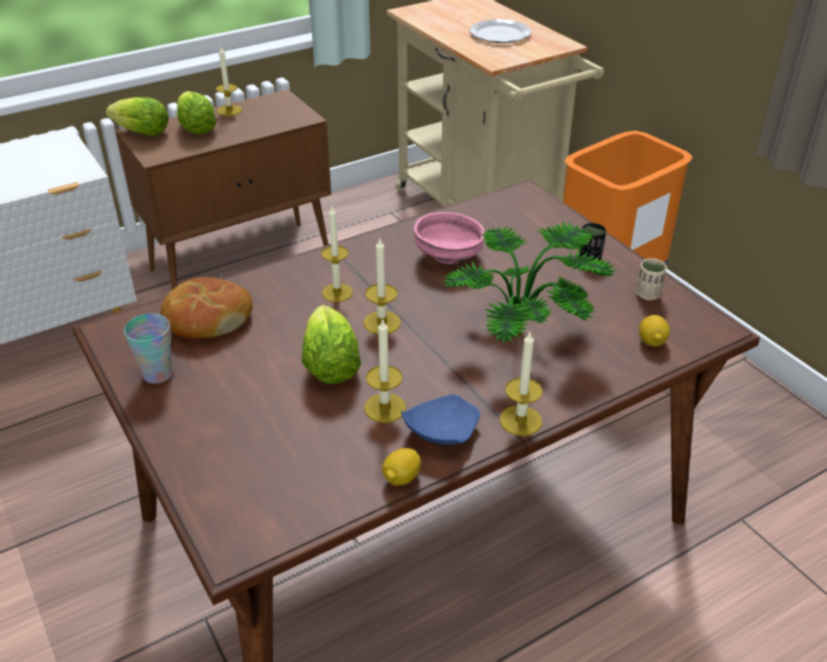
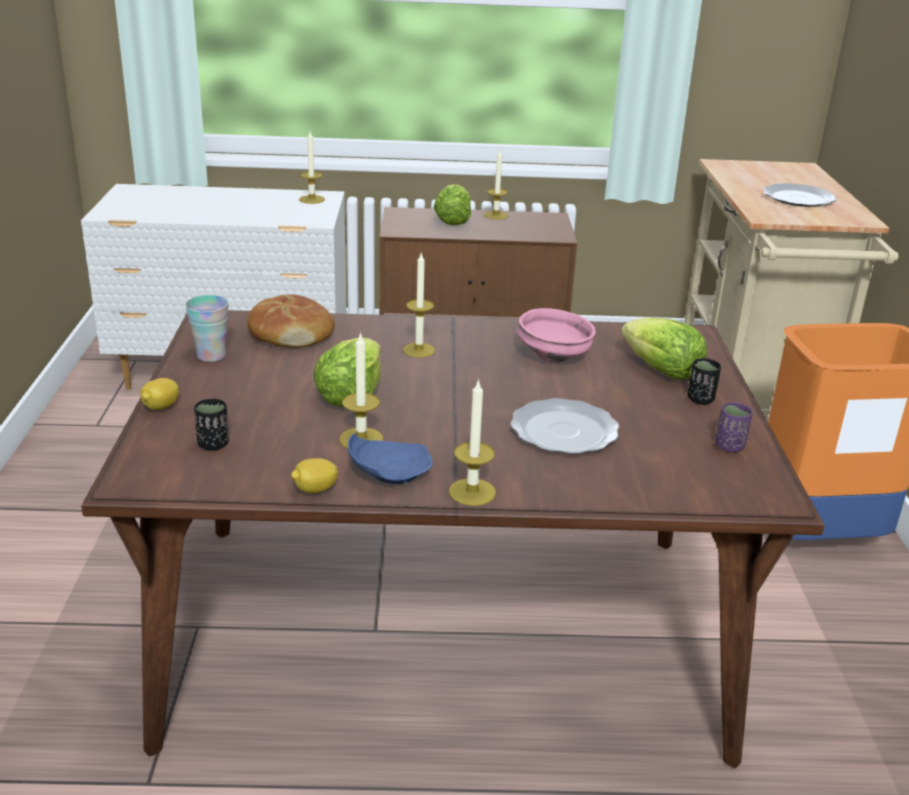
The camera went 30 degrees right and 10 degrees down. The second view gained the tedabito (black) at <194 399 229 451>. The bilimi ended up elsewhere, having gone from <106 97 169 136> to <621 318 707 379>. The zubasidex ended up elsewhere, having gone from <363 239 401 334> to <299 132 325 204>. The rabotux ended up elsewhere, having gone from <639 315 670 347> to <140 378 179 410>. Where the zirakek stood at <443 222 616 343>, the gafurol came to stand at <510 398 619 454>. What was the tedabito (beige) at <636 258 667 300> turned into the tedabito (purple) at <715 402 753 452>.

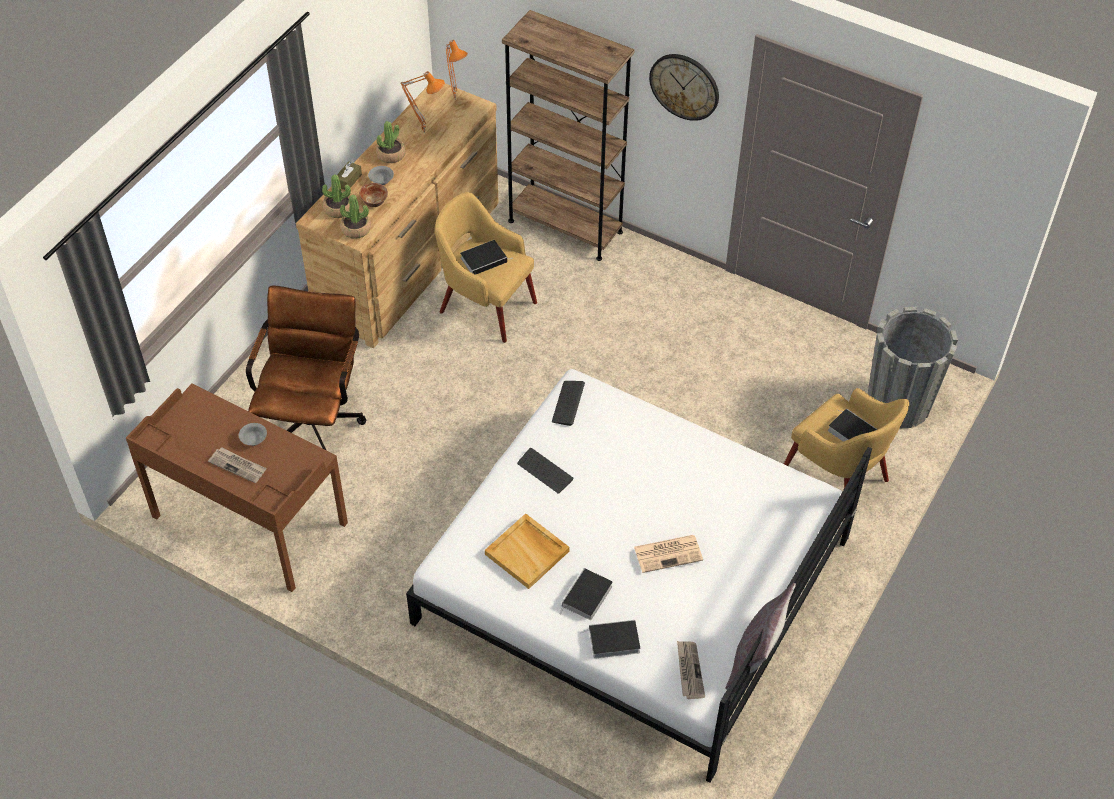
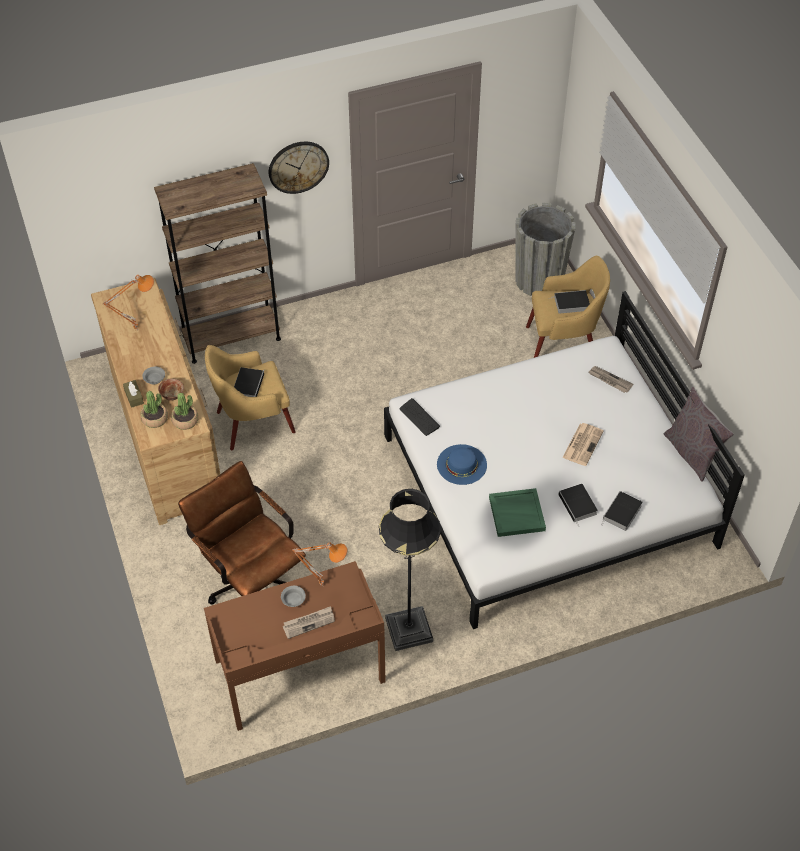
The camera went 50 degrees left and 0 degrees up. The second view lost the zirakek at <376 121 405 163>. The second view gained the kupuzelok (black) at <379 489 441 651>. The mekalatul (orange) ended up elsewhere, having gone from <446 40 468 100> to <292 543 348 586>. The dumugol ended up elsewhere, having gone from <677 641 705 699> to <589 366 633 393>. Where the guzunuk stood at <517 448 574 494>, the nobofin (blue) came to stand at <437 444 487 485>. What was the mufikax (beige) at <485 513 569 589> turned into the mufikax (green) at <489 488 546 537>.

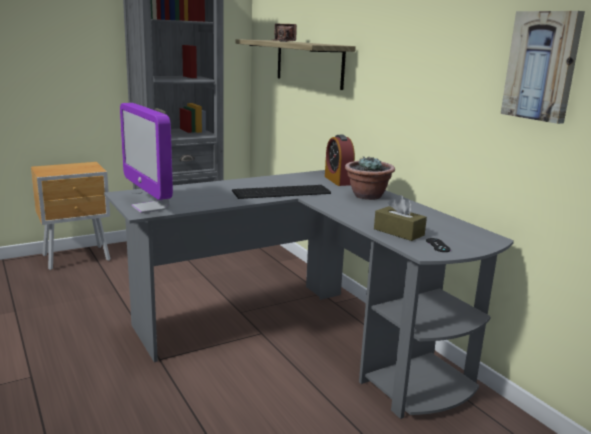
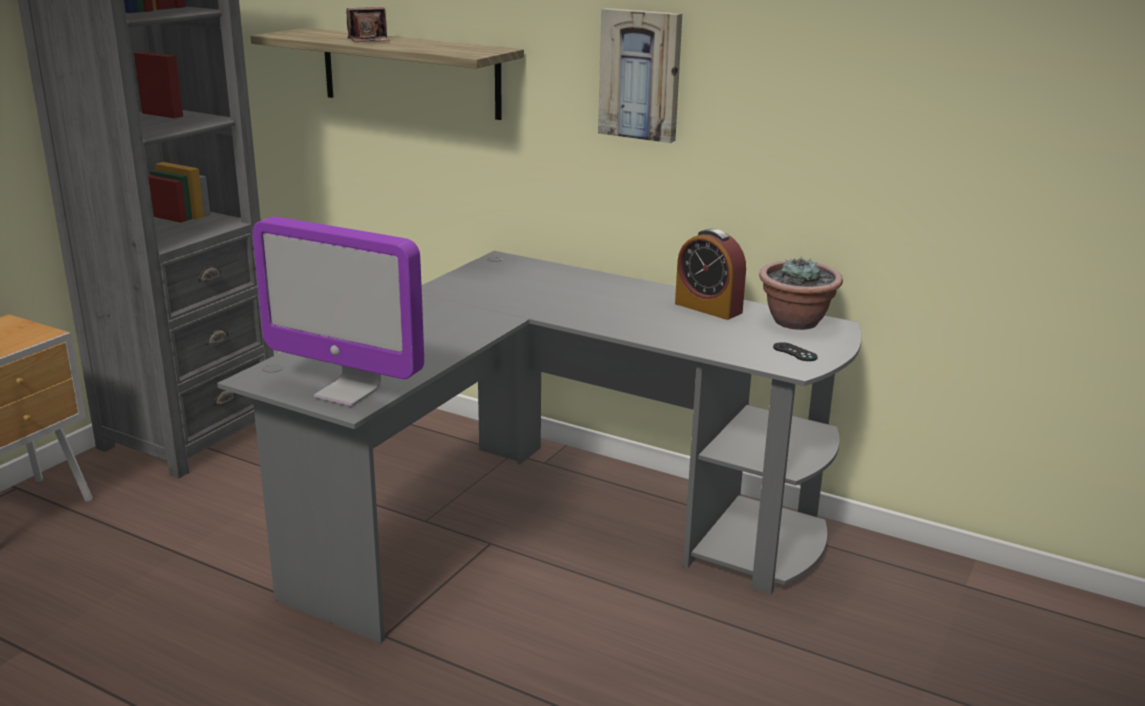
The camera went 30 degrees left and 5 degrees up. The second view lost the guzunuk at <232 185 331 199>. The second view lost the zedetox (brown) at <374 195 427 241>. The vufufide ended up elsewhere, having gone from <325 135 355 186> to <675 228 746 320>. The zirakek ended up elsewhere, having gone from <345 156 395 200> to <759 258 843 330>. The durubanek ended up elsewhere, having gone from <501 11 585 124> to <598 8 682 143>.

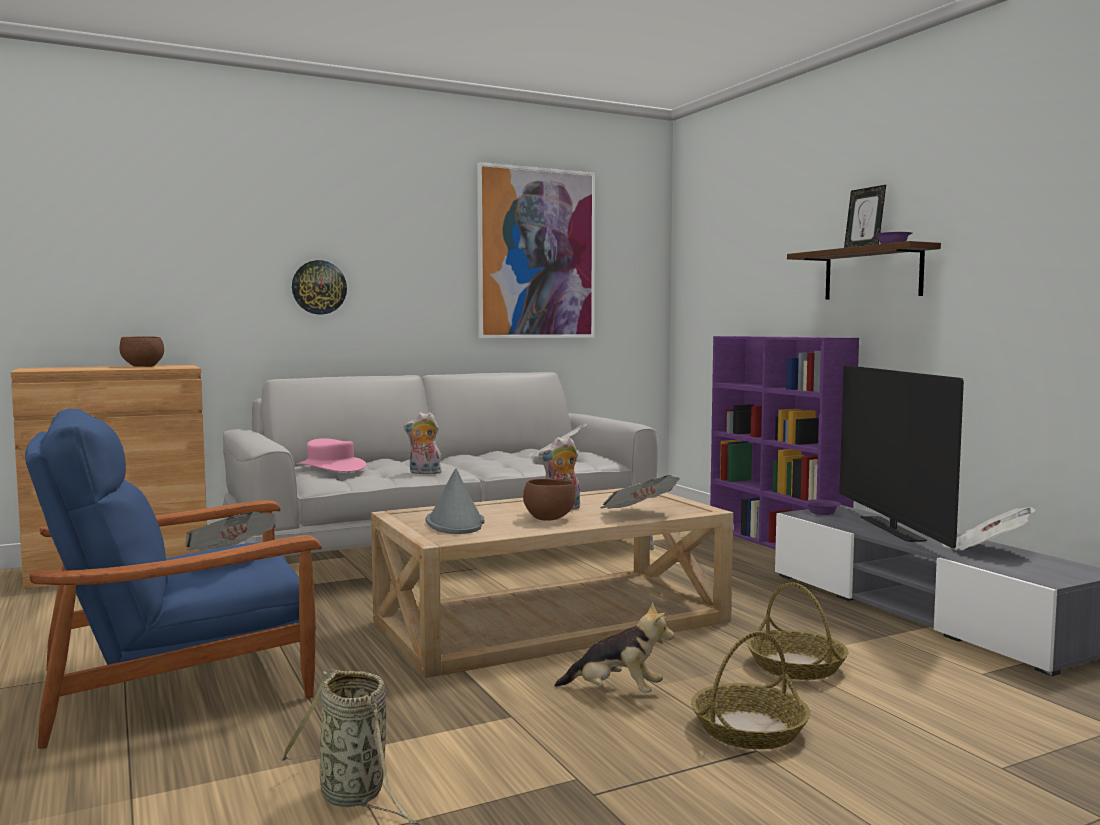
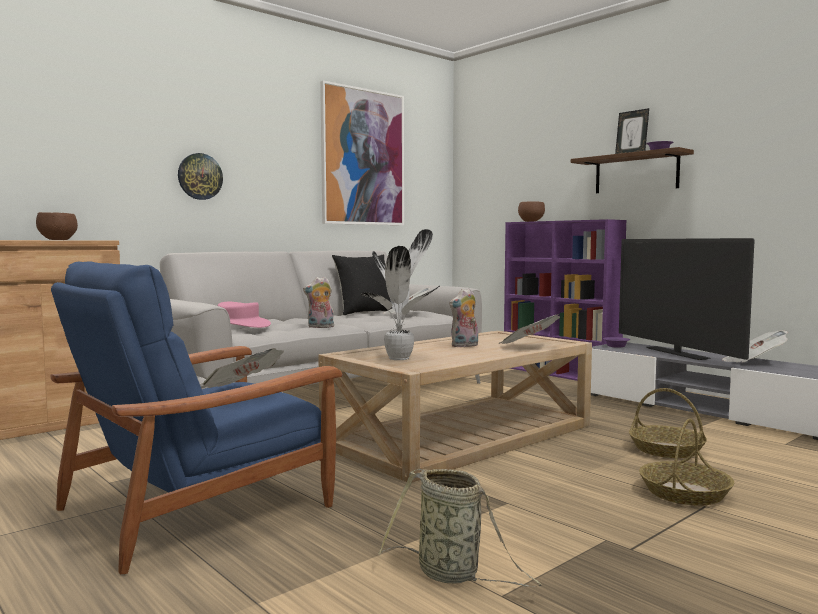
The camera went 15 degrees left and 0 degrees up. The second view lost the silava at <554 603 674 693>. The second view gained the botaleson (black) at <332 254 392 315>. The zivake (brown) ended up elsewhere, having gone from <523 479 576 520> to <518 202 545 222>. Where the nobofin (grey) stood at <426 469 484 534>, the zirakek came to stand at <360 229 440 360>.

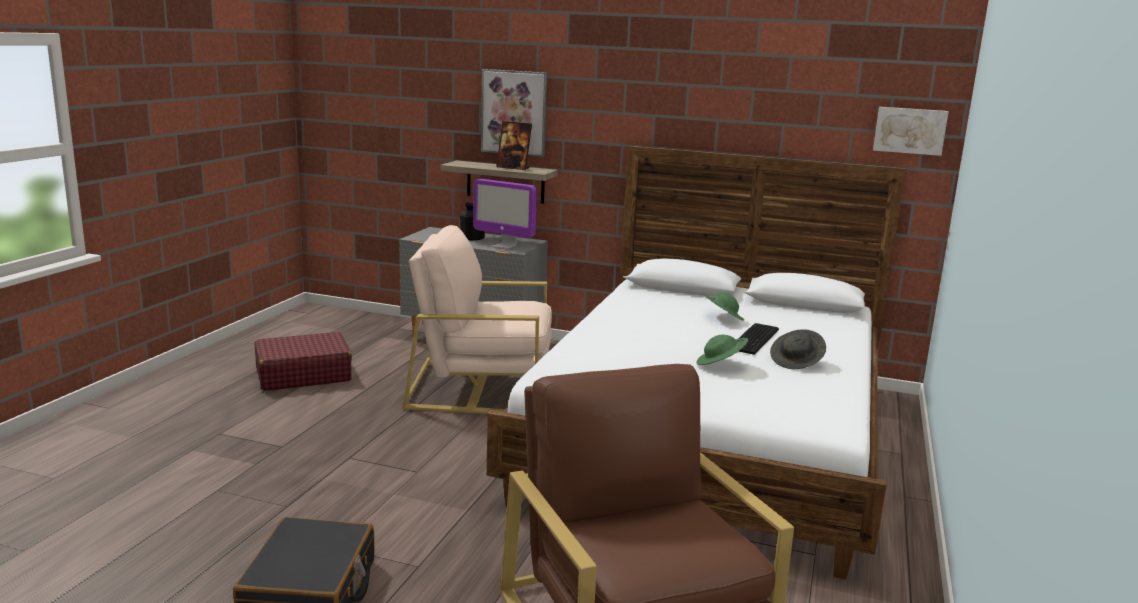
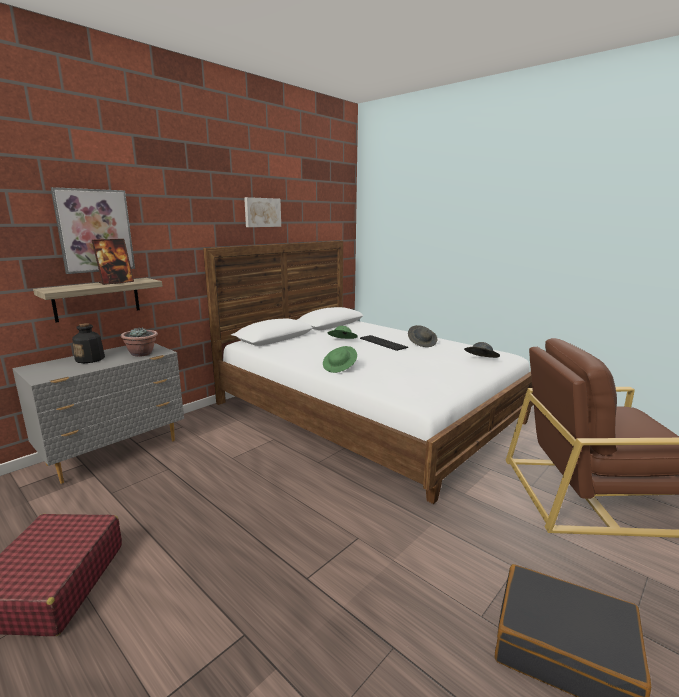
The camera went 65 degrees left and 0 degrees up. The second view lost the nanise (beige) at <402 225 552 414>. The second view gained the nobofin (grey) at <464 342 500 358>. The nobofin (green) ended up elsewhere, having gone from <696 335 748 365> to <323 346 357 373>. The durubanek ended up elsewhere, having gone from <873 107 949 156> to <244 197 281 227>. Where the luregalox stood at <473 179 537 249>, the zirakek came to stand at <120 327 158 357>.

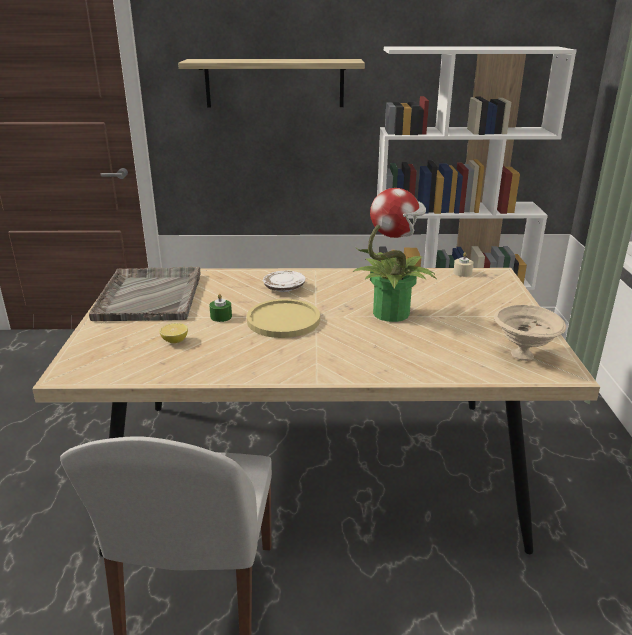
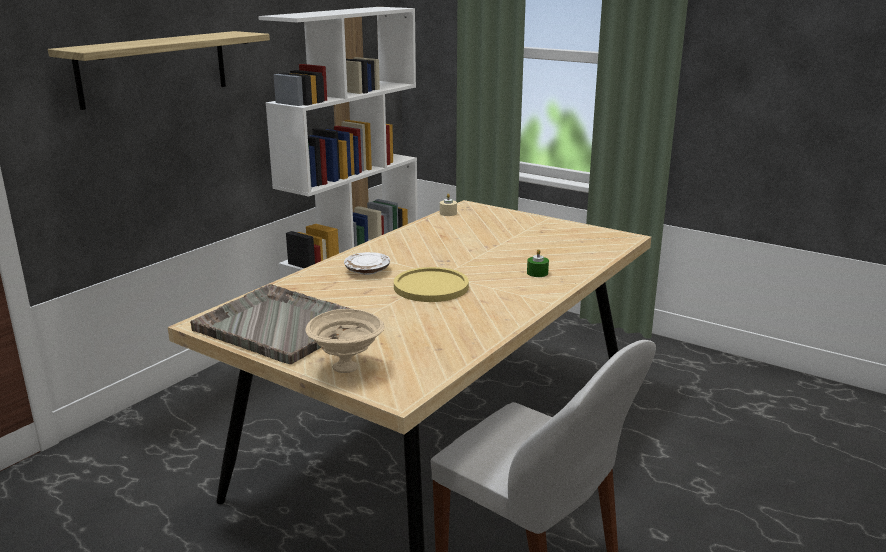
The camera went 55 degrees left and 5 degrees down. The second view lost the rabotux at <159 323 188 343>. The second view lost the zirakek at <353 188 437 322>. The zubasidex (green) ended up elsewhere, having gone from <209 293 232 322> to <527 249 549 277>. The zivake (beige) ended up elsewhere, having gone from <494 305 566 361> to <305 309 385 373>.

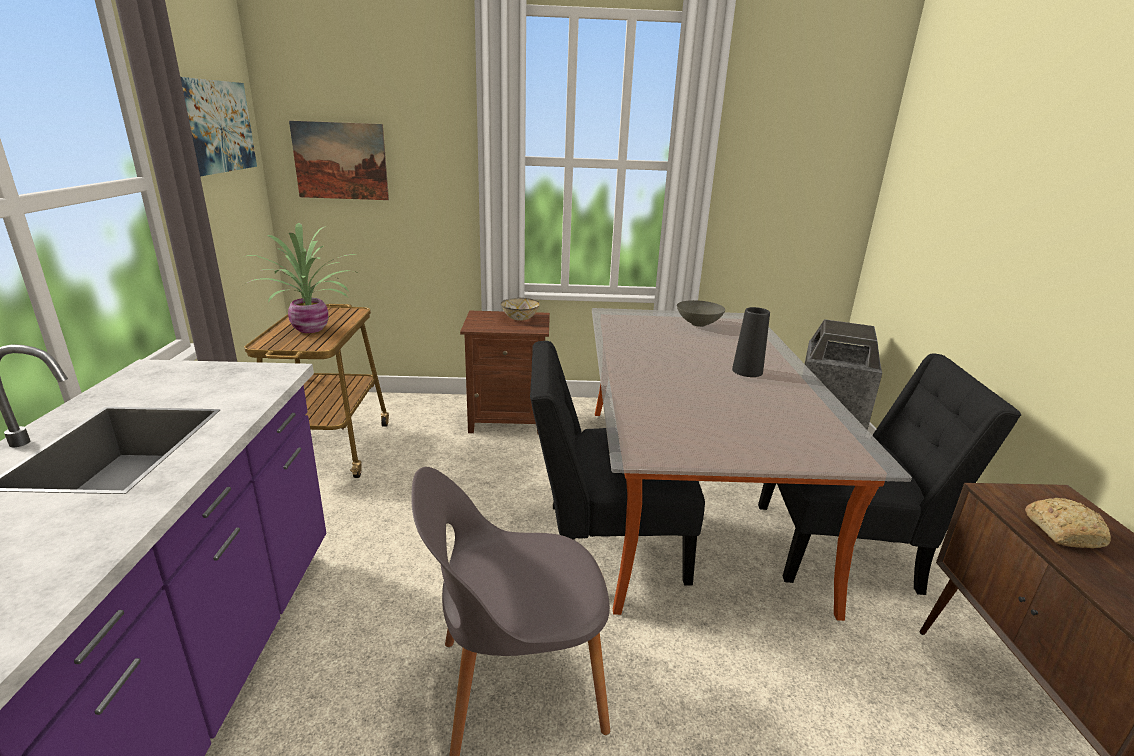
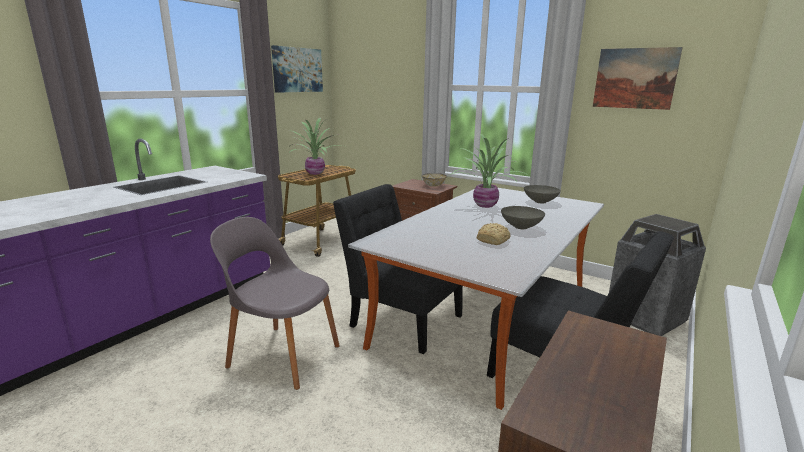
The camera went 35 degrees right and 5 degrees down. The second view gained the zirakek at <448 134 531 208>. The durubanek ended up elsewhere, having gone from <289 121 389 200> to <593 47 683 110>. The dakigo ended up elsewhere, having gone from <1025 498 1111 548> to <477 223 511 245>. Where the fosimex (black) stood at <732 307 770 377>, the zivake (grey) came to stand at <501 206 545 229>.

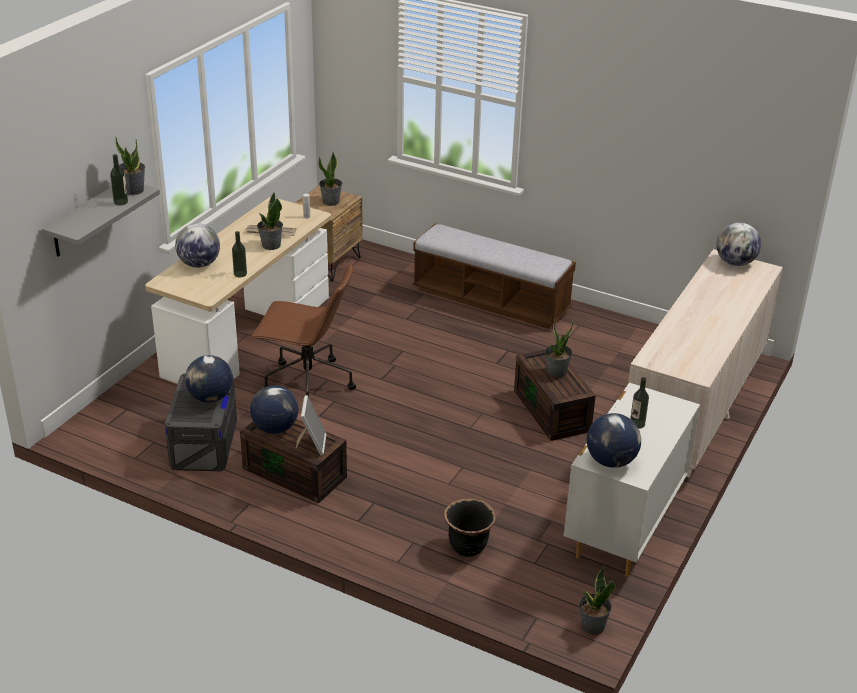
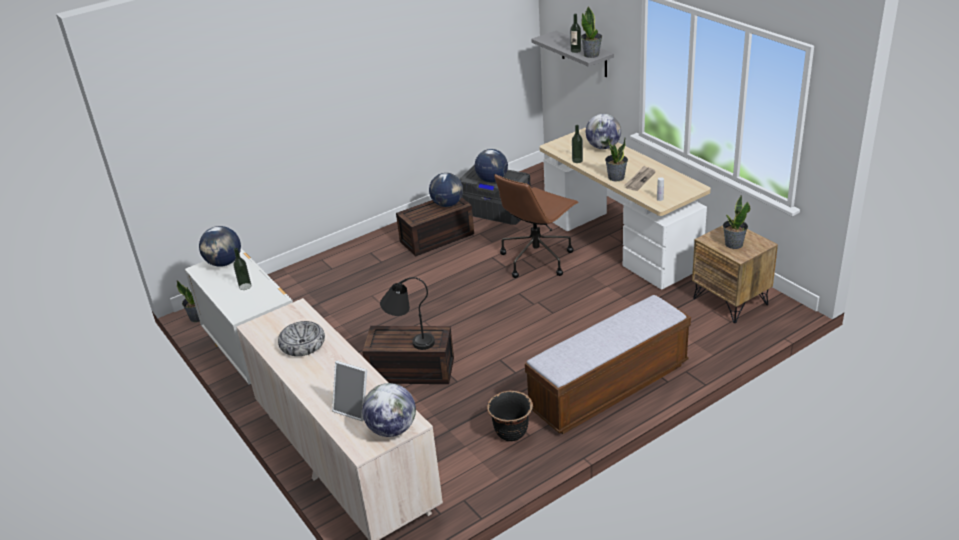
The camera went 120 degrees right and 0 degrees up. The second view gained the zivake at <278 321 325 356>. The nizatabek ended up elsewhere, having gone from <296 395 327 456> to <332 361 367 421>. The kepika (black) ended up elsewhere, having gone from <444 499 496 557> to <487 391 533 441>. Where the zirakek stood at <546 318 573 377>, the mekalatul (black) came to stand at <380 277 435 350>.

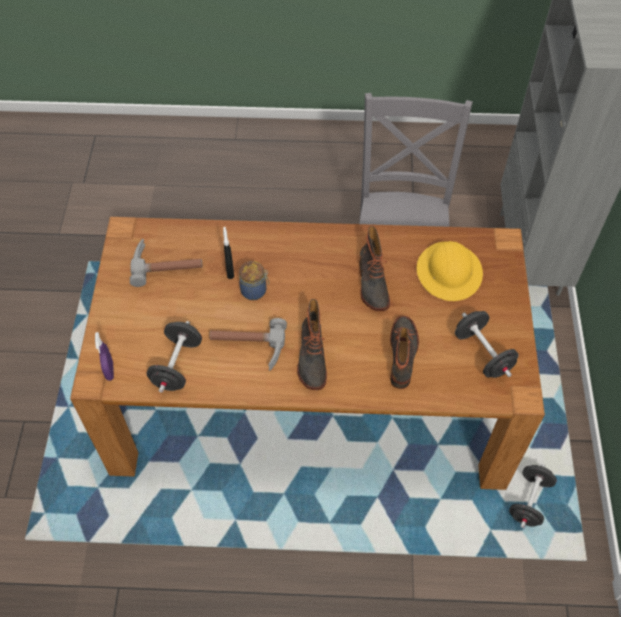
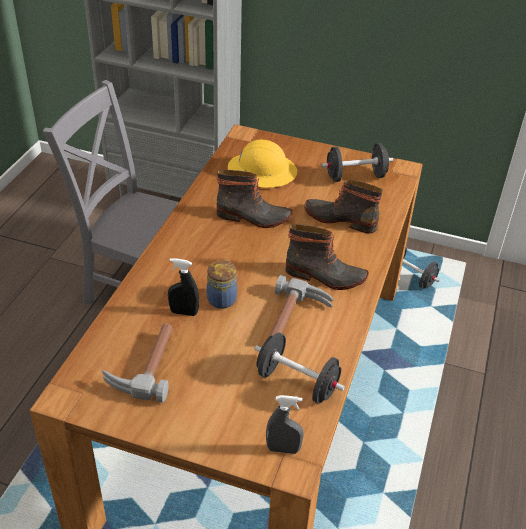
The camera went 75 degrees left and 15 degrees down. What was the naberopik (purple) at <95 332 114 381> turned into the naberopik (grey) at <266 395 304 454>.

